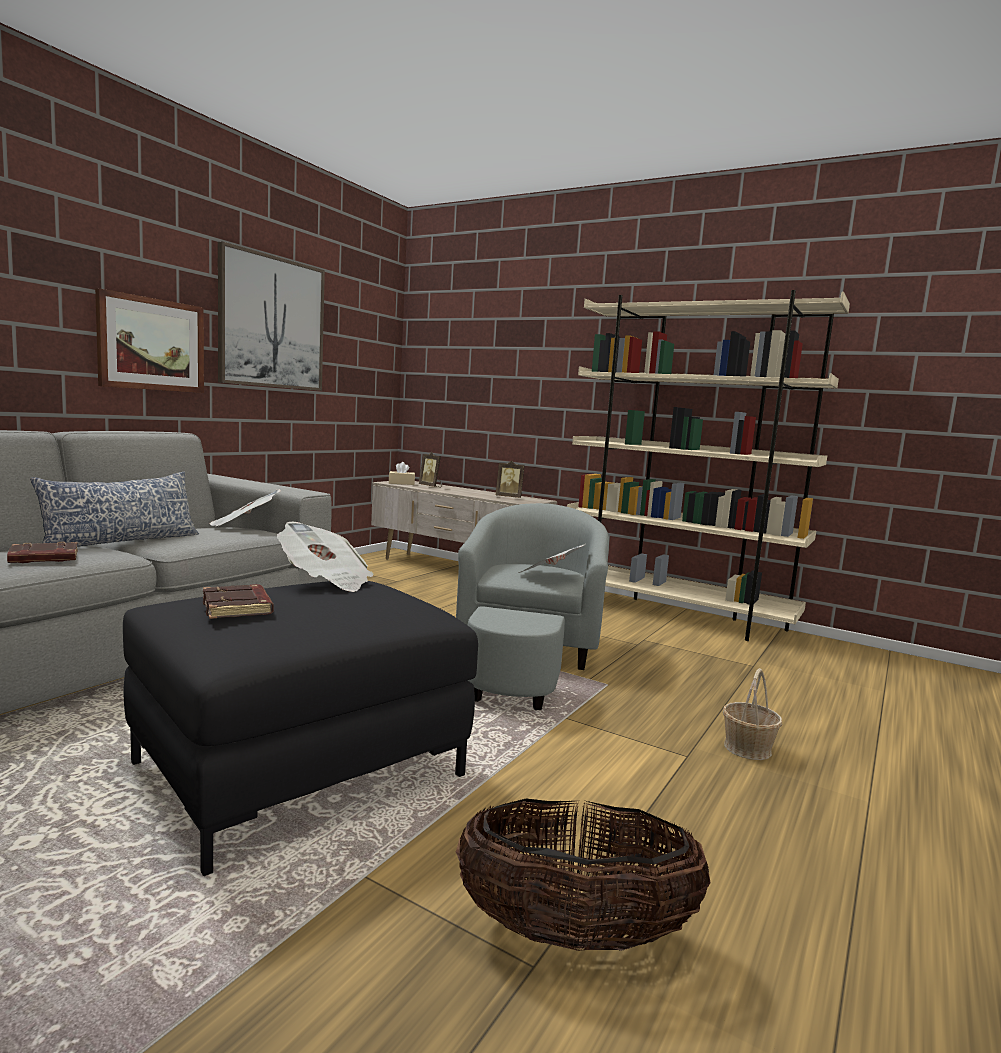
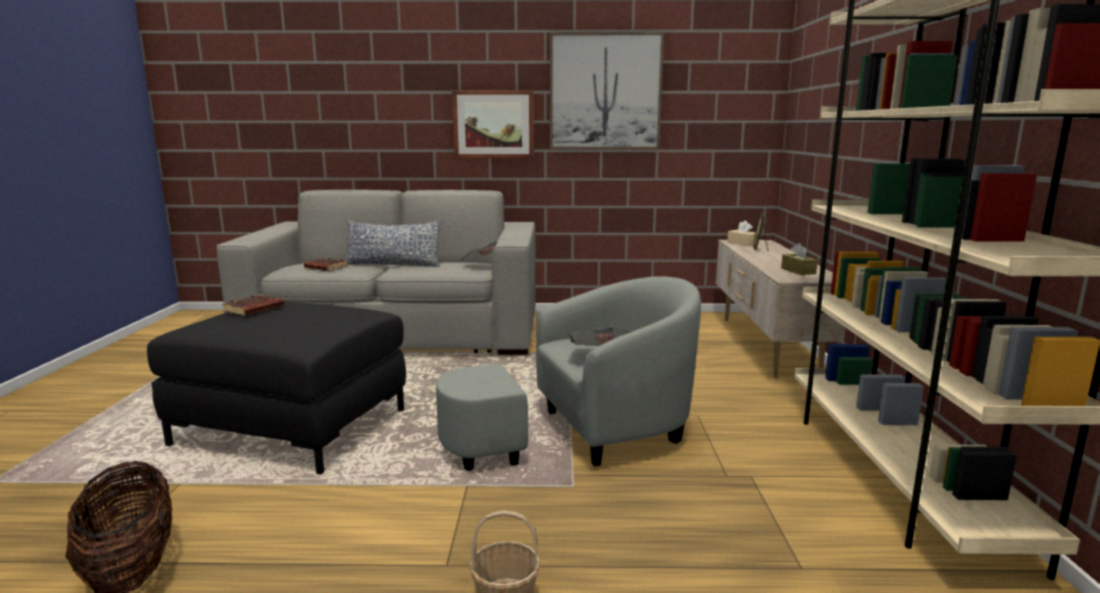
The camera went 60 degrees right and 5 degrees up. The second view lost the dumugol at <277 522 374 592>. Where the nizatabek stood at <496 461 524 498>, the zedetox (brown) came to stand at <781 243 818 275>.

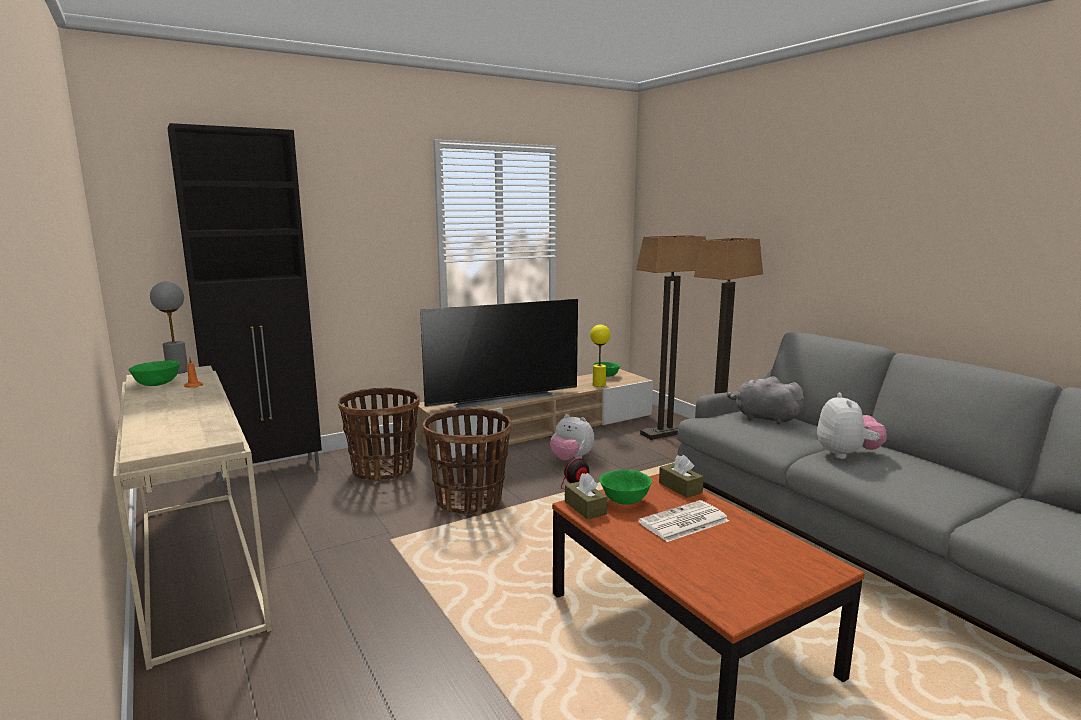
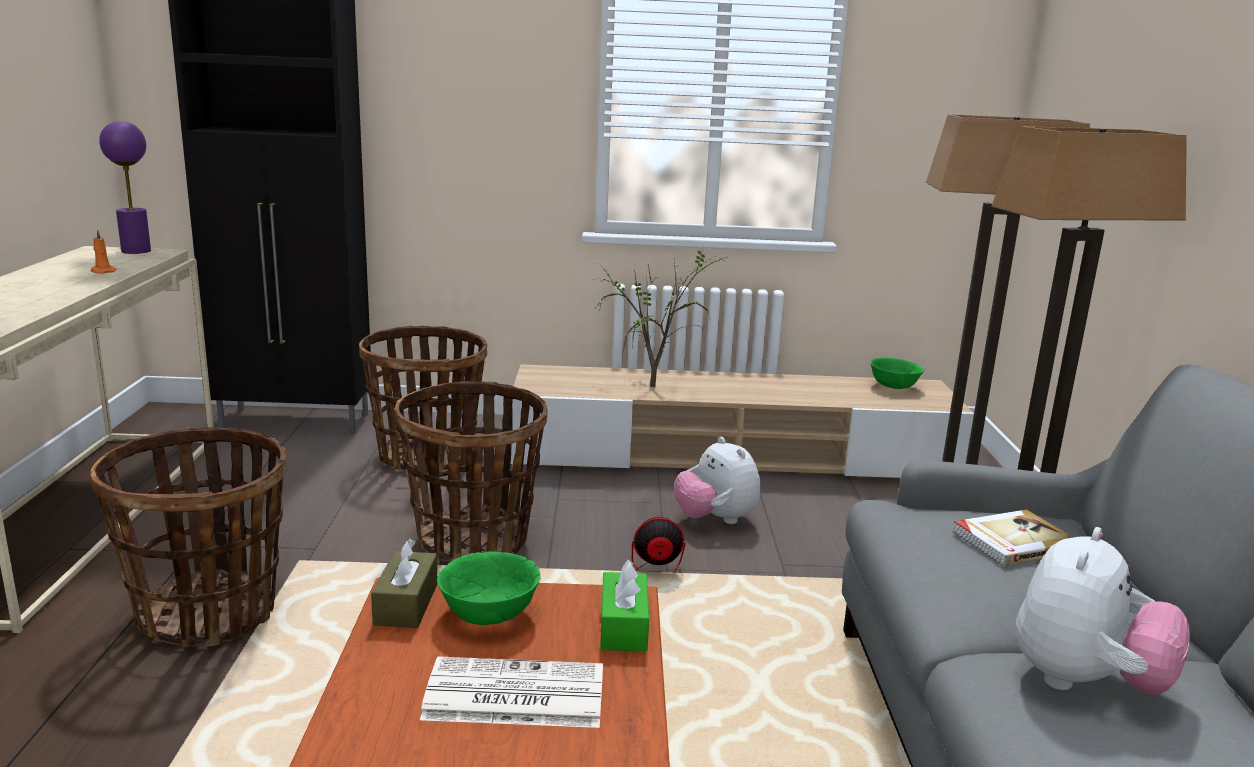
The camera went 30 degrees right and 5 degrees up. The second view lost the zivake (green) at <128 360 180 386>. The second view lost the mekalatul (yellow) at <590 325 610 387>. The second view gained the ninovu at <90 427 287 647>. Where the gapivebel stood at <420 299 578 409>, the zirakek came to stand at <592 245 727 387>. Where the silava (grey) stood at <727 376 804 424>, the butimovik came to stand at <952 509 1074 566>. What was the mekalatul (grey) at <150 281 187 374> turned into the mekalatul (purple) at <99 121 151 254>. What was the zedetox (brown) at <659 455 704 498> turned into the zedetox (green) at <600 560 649 652>.

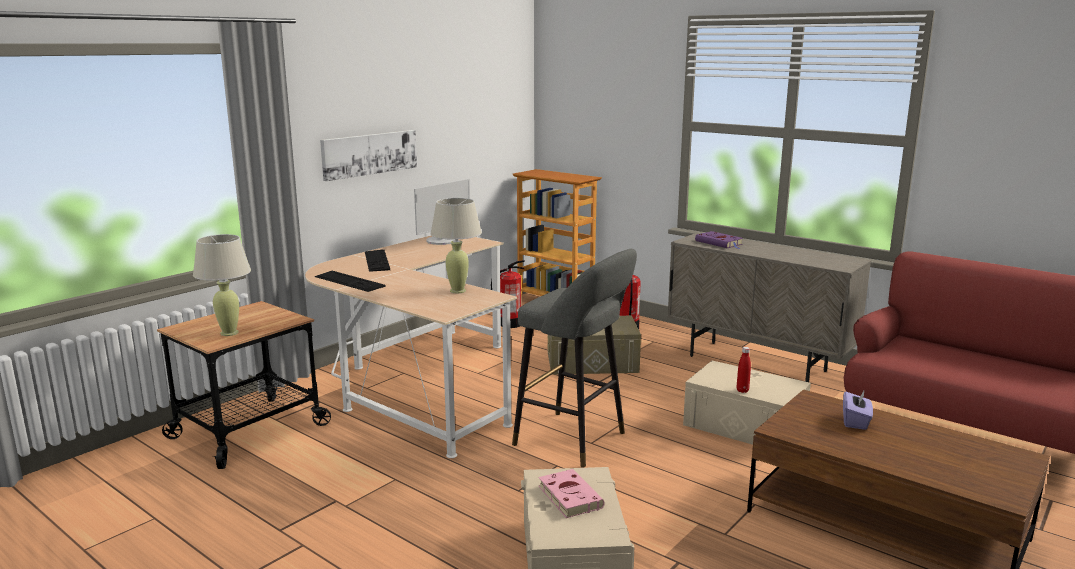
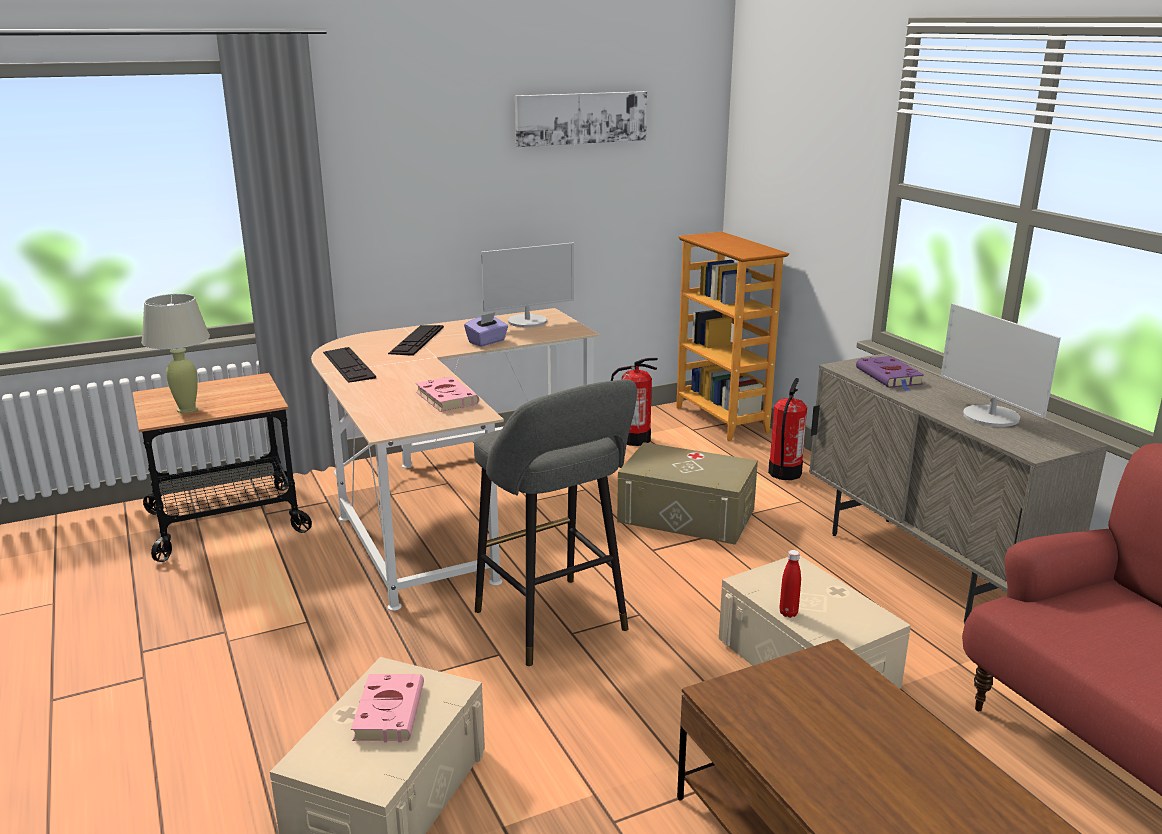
The camera went 25 degrees right and 5 degrees up. The second view gained the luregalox at <941 303 1061 427>. The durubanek ended up elsewhere, having gone from <320 130 417 181> to <515 91 647 147>. The zedetox (purple) ended up elsewhere, having gone from <843 389 873 430> to <464 312 508 347>. Where the mekalatul (beige) stood at <430 198 482 293>, the butimovik (pink) came to stand at <415 377 479 412>.

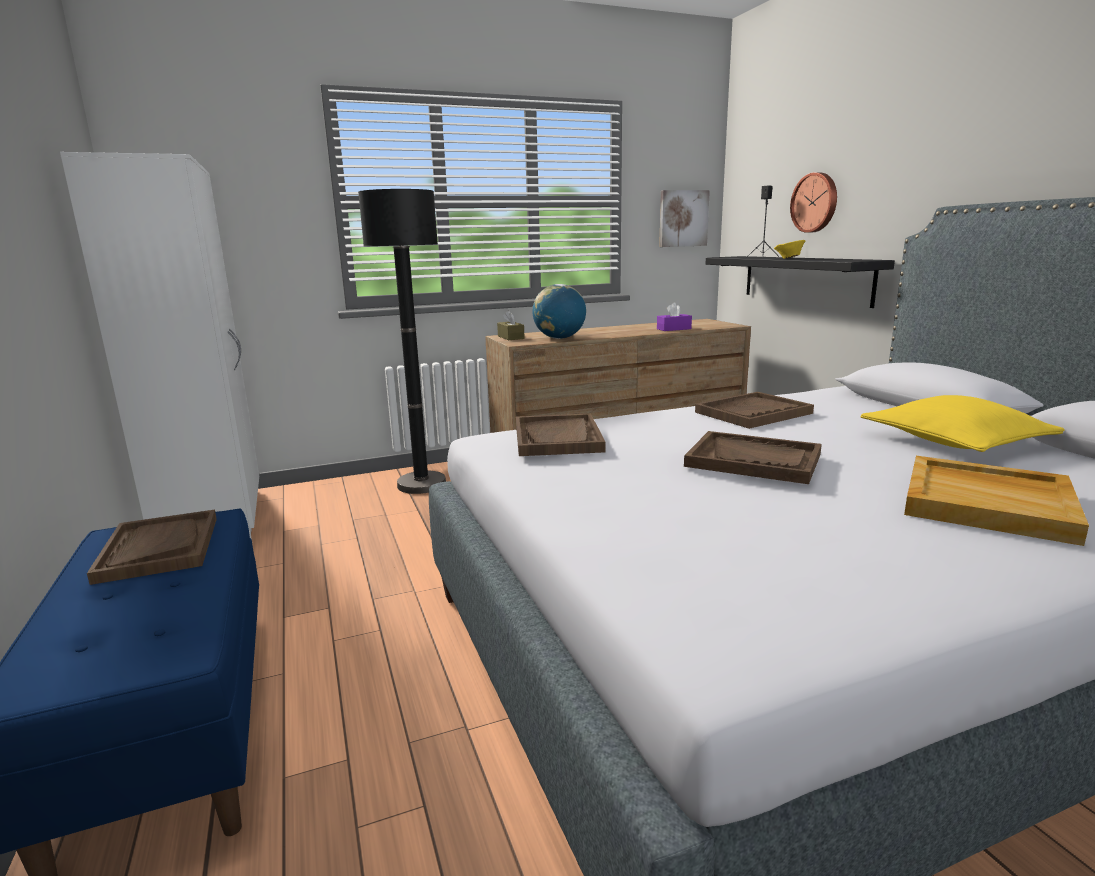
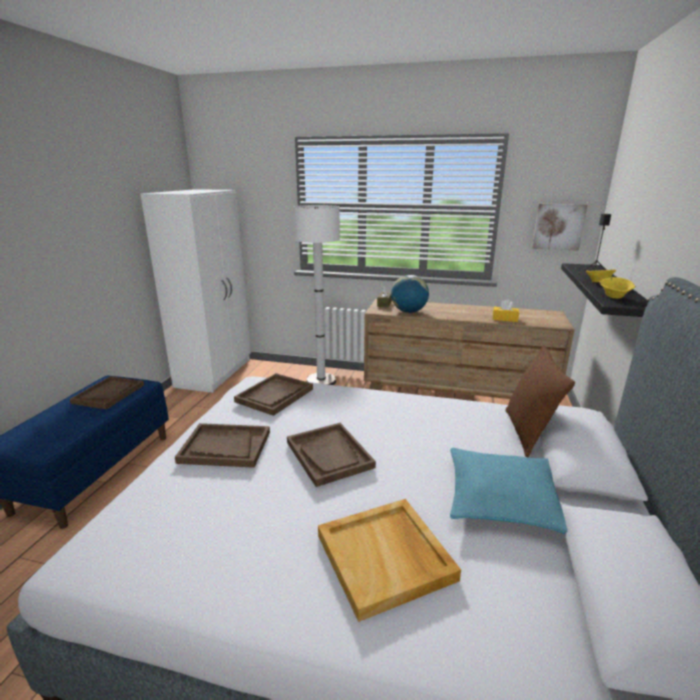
The camera went 35 degrees right and 5 degrees up. The second view lost the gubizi at <790 172 837 233>. The second view gained the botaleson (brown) at <505 345 575 457>. The second view gained the zivake (yellow) at <600 277 636 299>. The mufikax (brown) ended up elsewhere, having gone from <695 392 814 429> to <175 423 270 468>. What was the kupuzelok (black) at <358 189 446 494> turned into the kupuzelok (white) at <294 205 340 385>. What was the zedetox (purple) at <657 303 692 331> turned into the zedetox (yellow) at <493 299 519 322>. What was the botaleson (yellow) at <860 395 1065 452> turned into the botaleson (turquoise) at <450 448 567 534>.

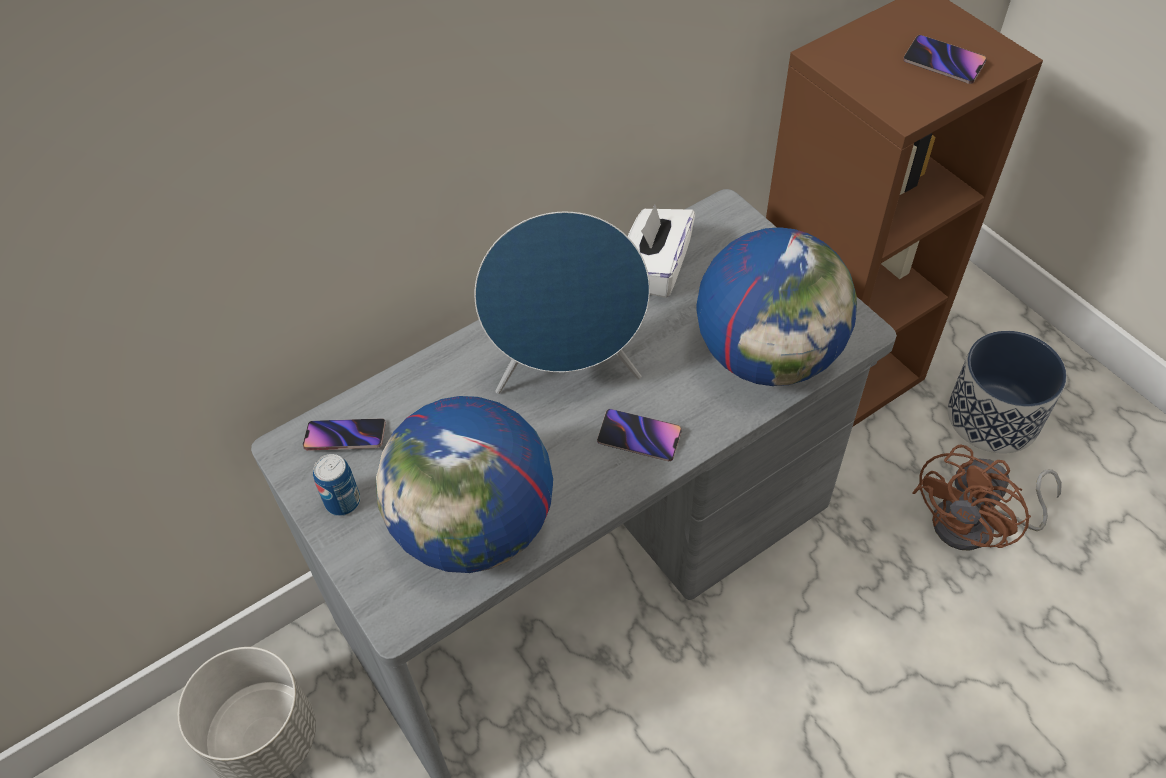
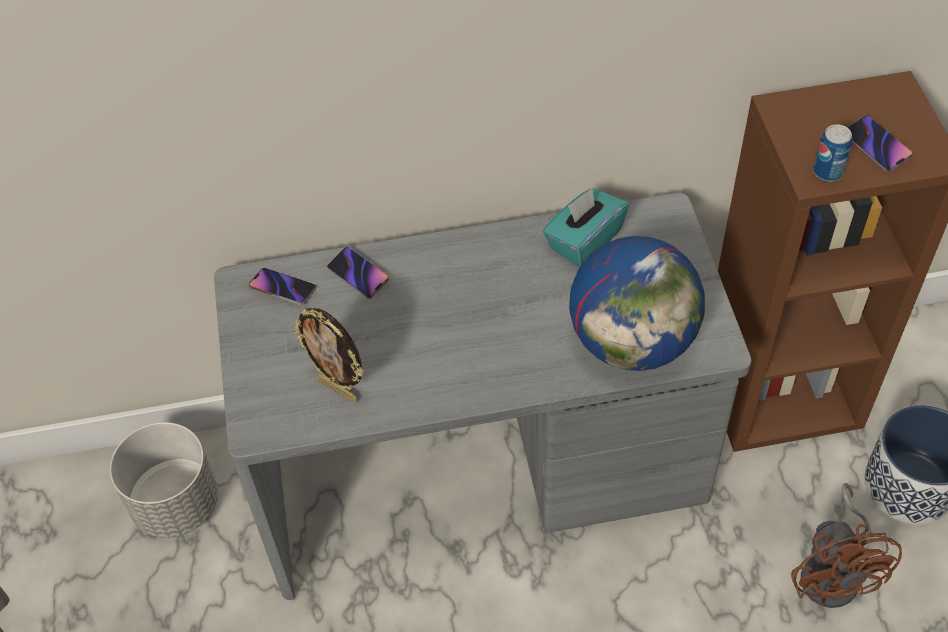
The camera went 25 degrees right and 0 degrees up. The second view lost the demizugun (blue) at <474 212 650 394>. The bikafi ended up elsewhere, having gone from <313 454 361 516> to <813 124 853 182>. The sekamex ended up elsewhere, having gone from <597 409 681 462> to <327 247 389 298>. Where the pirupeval stood at <376 396 553 573>, the nizatabek came to stand at <293 308 364 403>. What was the zedetox (white) at <628 205 695 298> turned into the zedetox (turquoise) at <543 188 629 267>. The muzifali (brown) at <912 444 1062 551> ended up facing another way, 75 degrees counterclockwise from before.

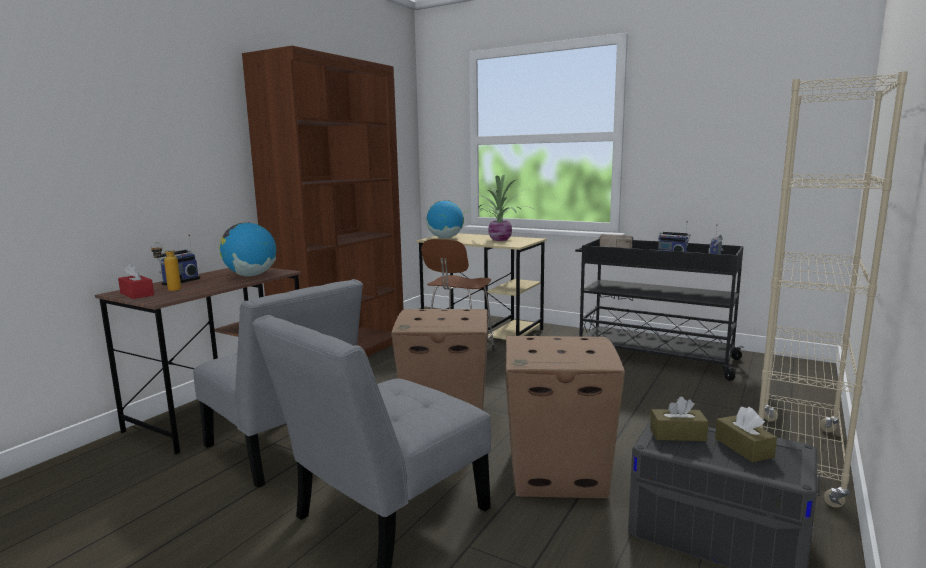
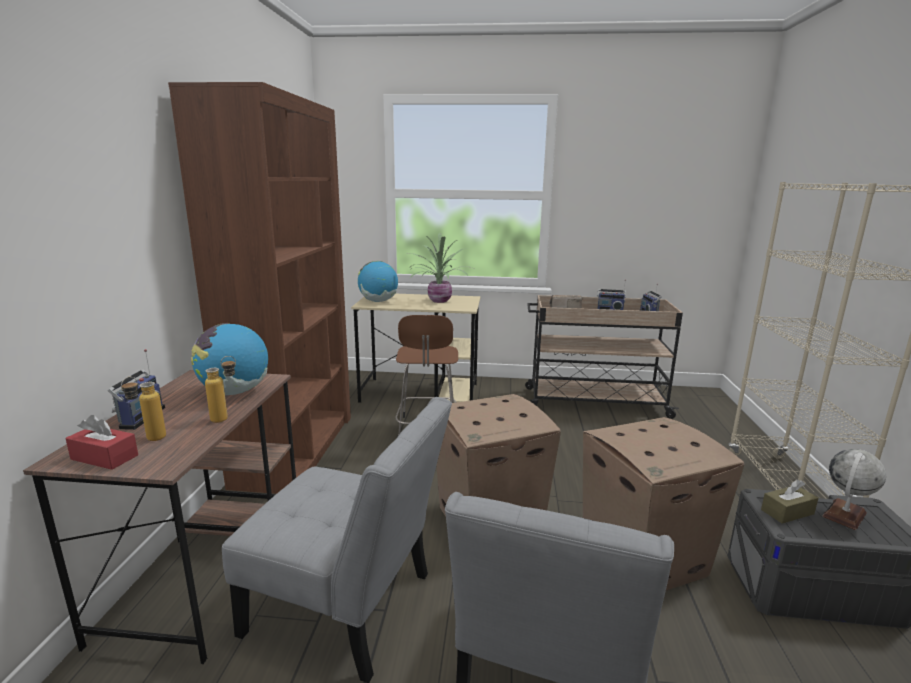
The camera went 25 degrees left and 5 degrees up. The second view gained the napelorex at <205 356 236 423>. Where the zedetox (brown) stood at <715 407 777 462>, the pirupeval came to stand at <822 449 886 530>. What was the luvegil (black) at <575 239 744 381> turned into the luvegil (beige) at <525 295 683 419>.

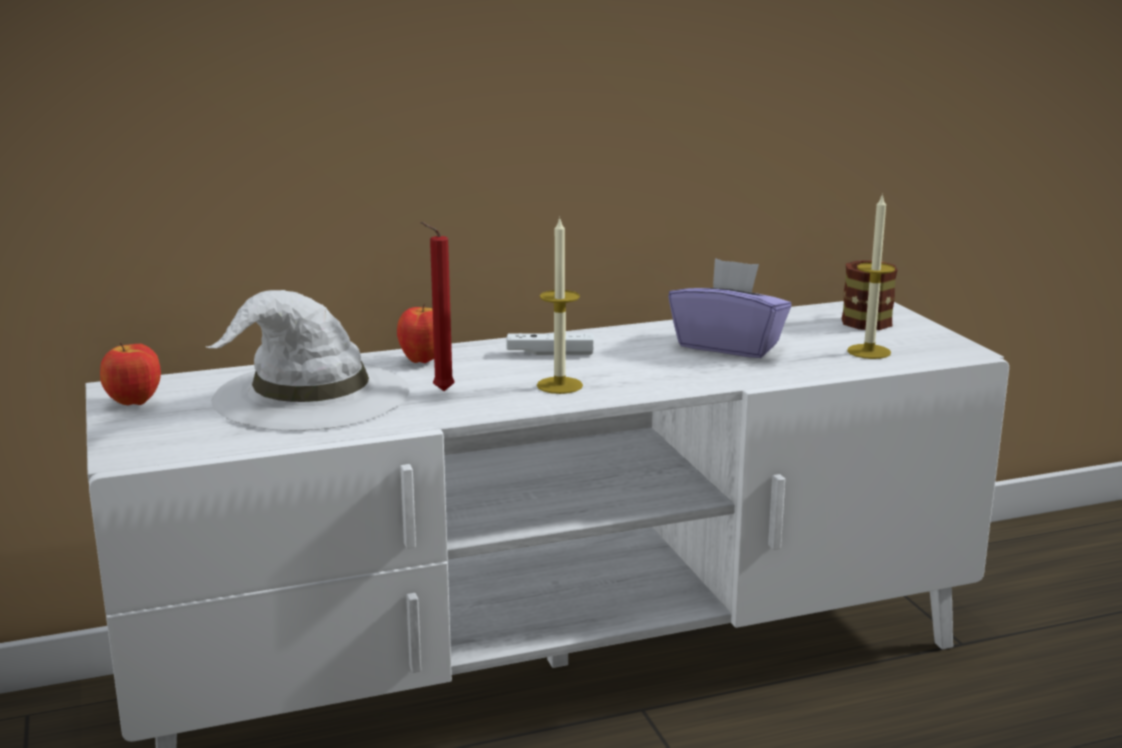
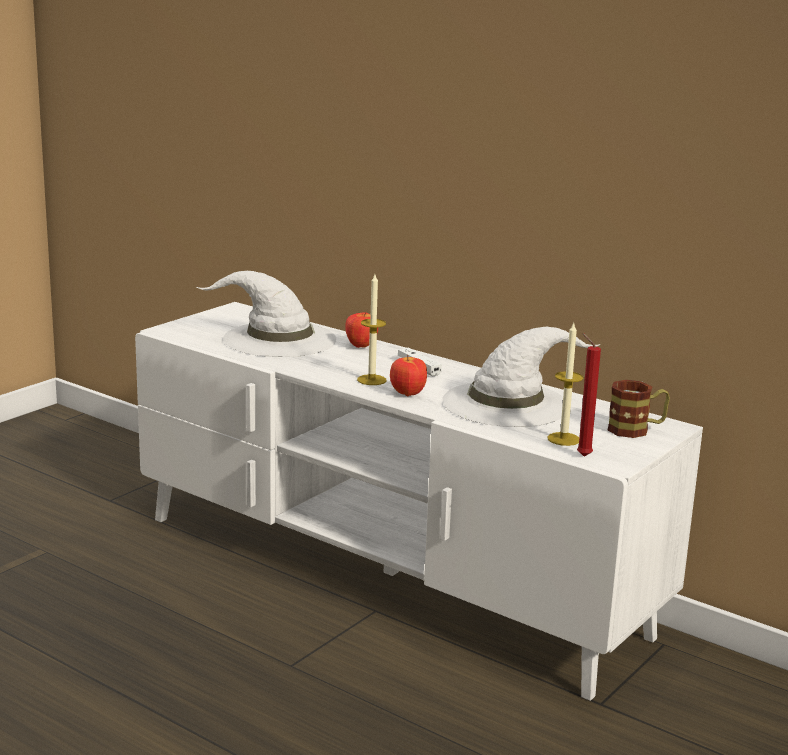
The camera went 55 degrees right and 0 degrees up. The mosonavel ended up elsewhere, having gone from <100 342 161 405> to <390 355 427 396>. The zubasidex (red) ended up elsewhere, having gone from <420 222 455 391> to <577 333 601 457>. Where the zedetox (purple) stood at <668 258 792 358>, the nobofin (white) came to stand at <442 327 601 427>.

